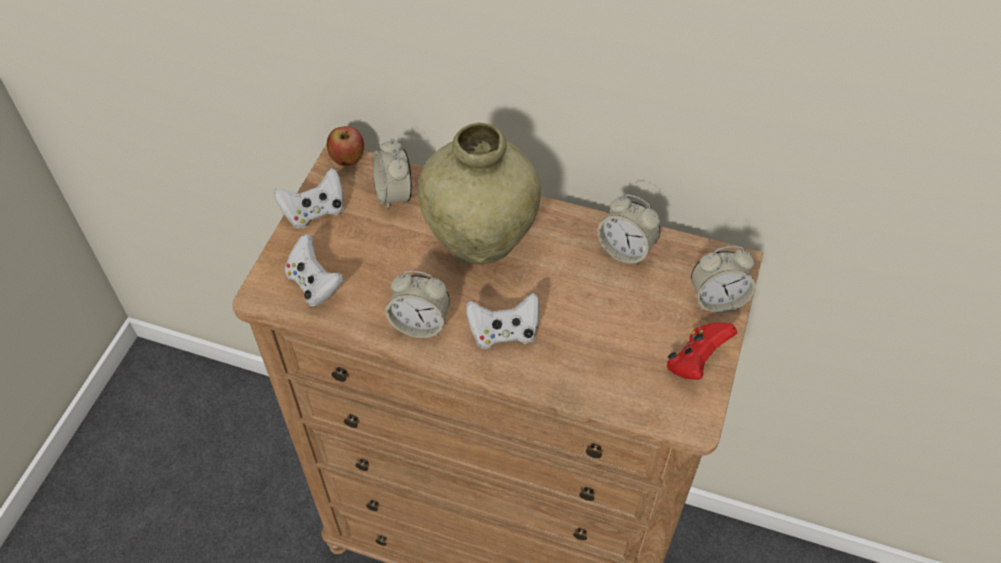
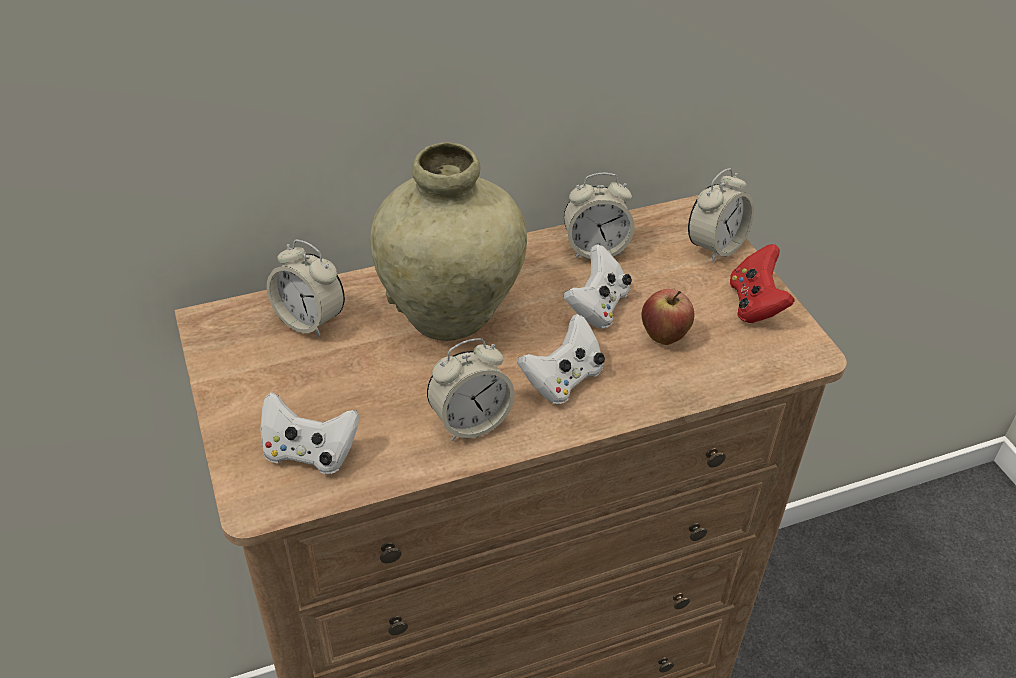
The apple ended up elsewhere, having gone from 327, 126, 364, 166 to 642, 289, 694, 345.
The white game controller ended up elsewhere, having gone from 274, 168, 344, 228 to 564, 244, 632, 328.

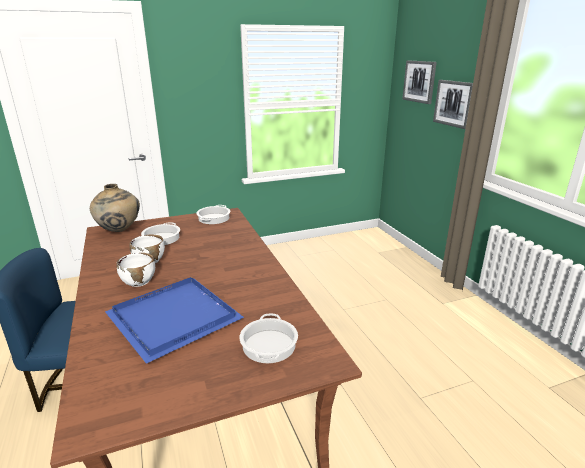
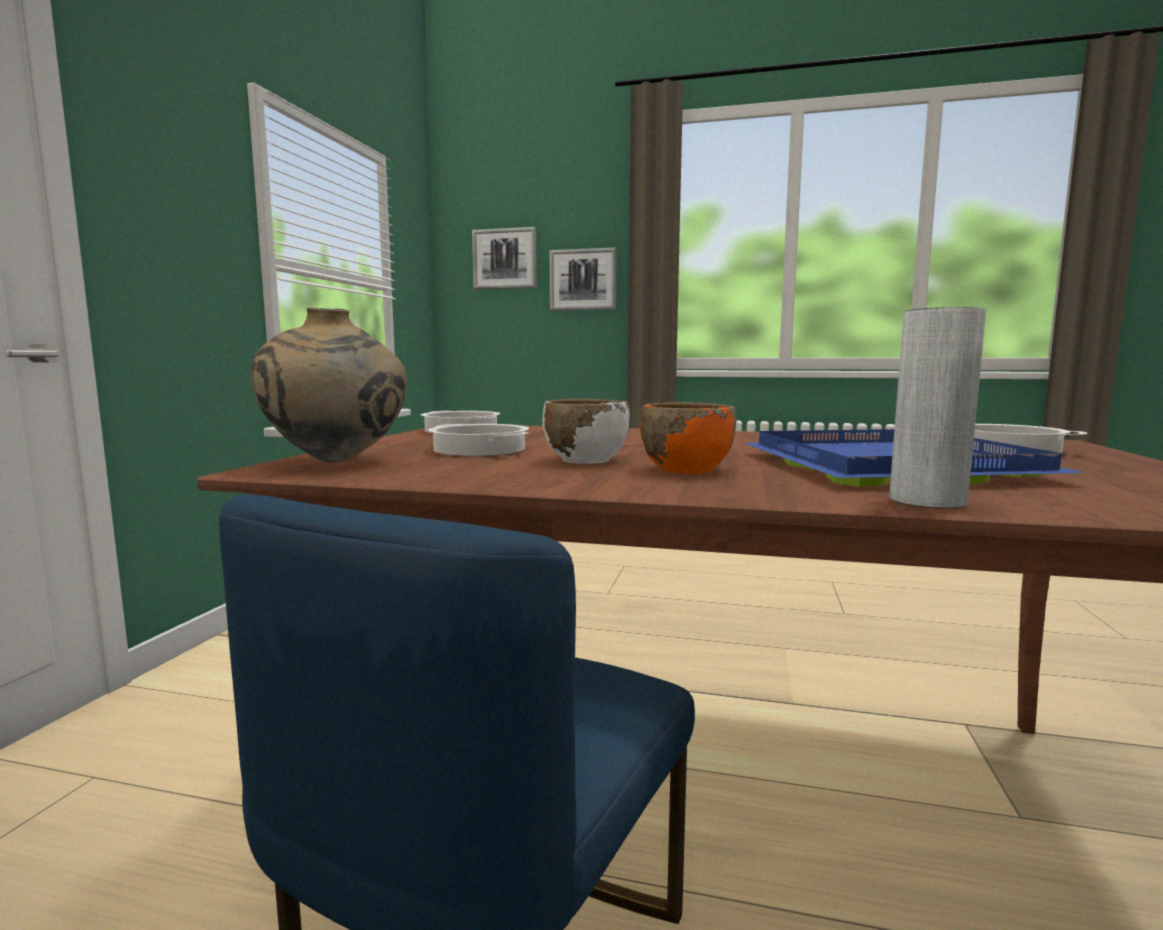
What was the white bowl at 117, 253, 155, 287 turned into the orange bowl at 640, 402, 737, 474.
The second view gained the grey vase at 890, 307, 986, 509.

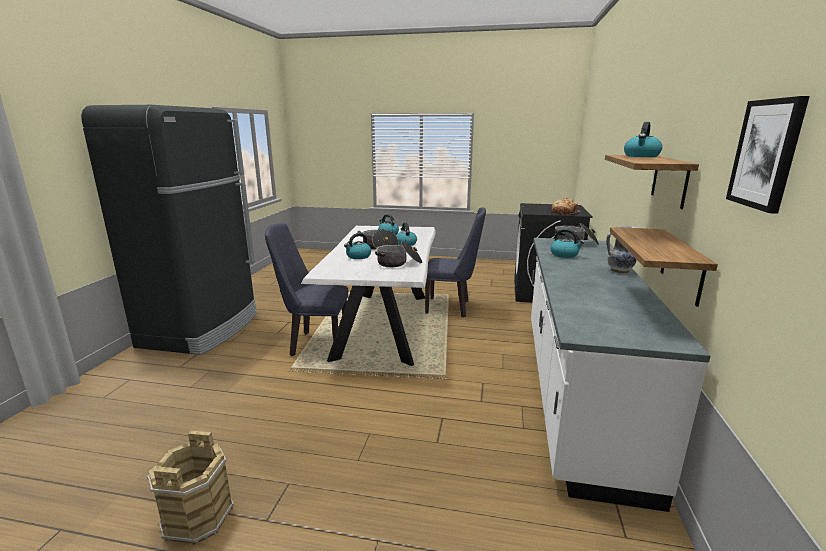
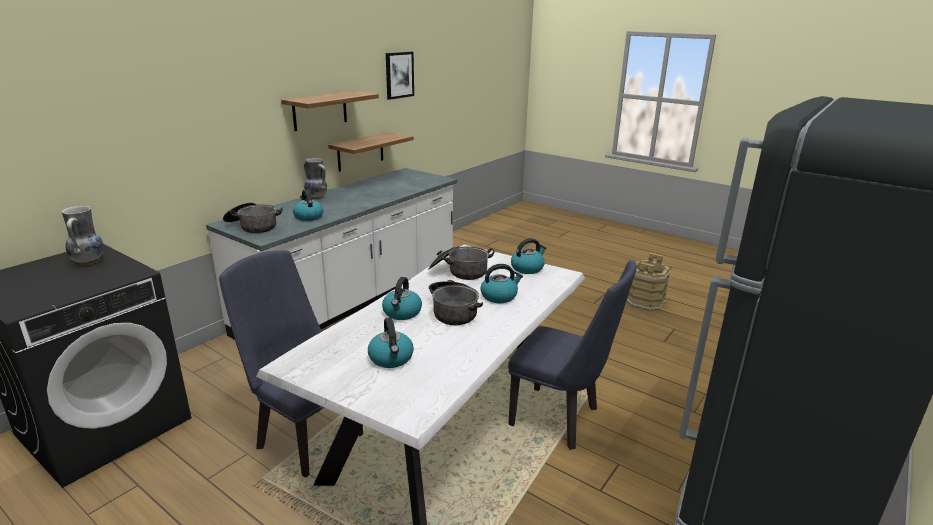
The kettle ended up elsewhere, having gone from 624, 122, 663, 157 to 511, 238, 546, 274.
Where the bread stood at 552, 198, 579, 215, the vase came to stand at 61, 206, 104, 265.

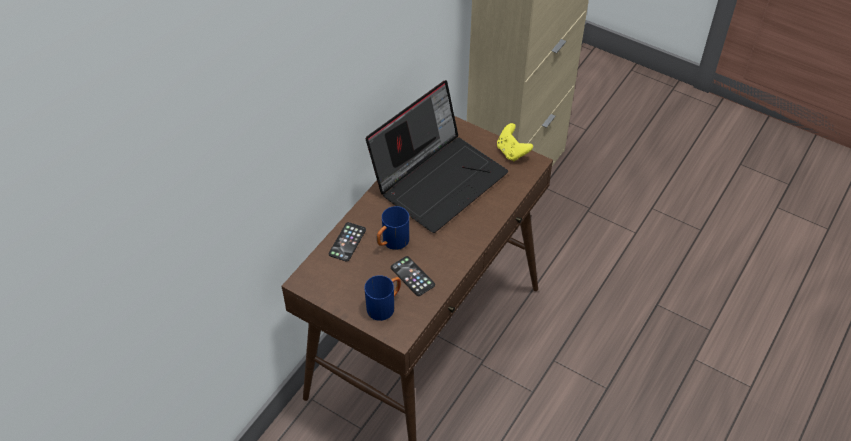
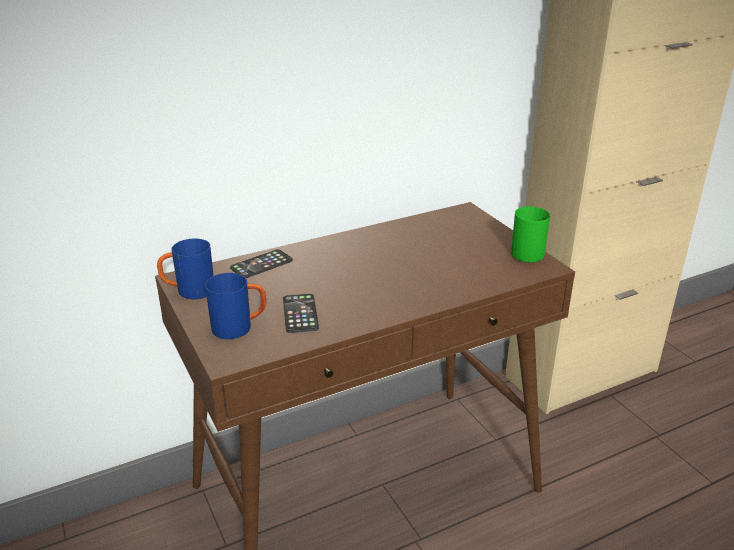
The second view lost the laptop at 366, 80, 508, 233.
Where the yellow game controller stood at 497, 123, 533, 162, the green mug came to stand at 511, 206, 550, 262.
The blue mug ended up elsewhere, having gone from 377, 206, 409, 250 to 157, 238, 214, 300.

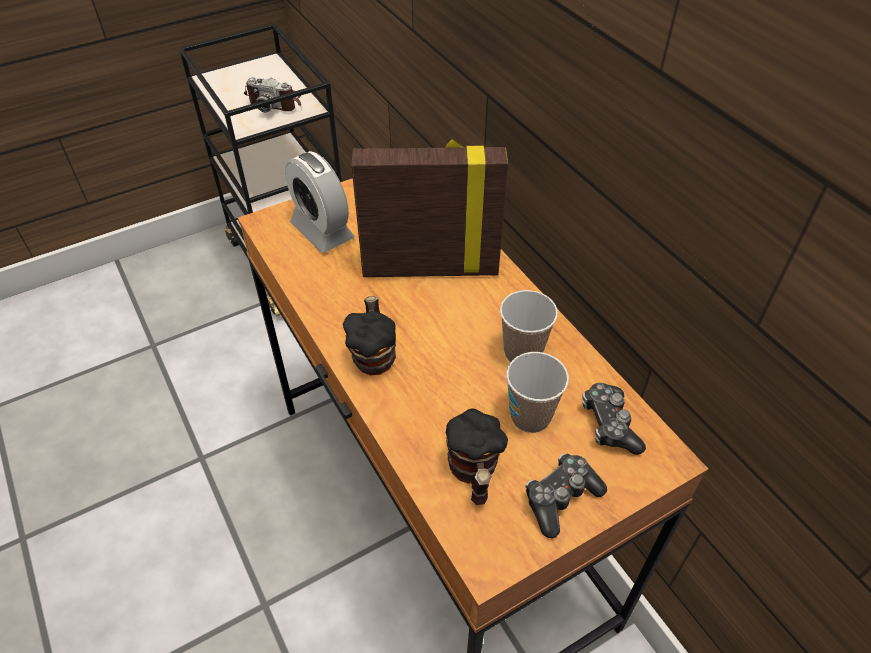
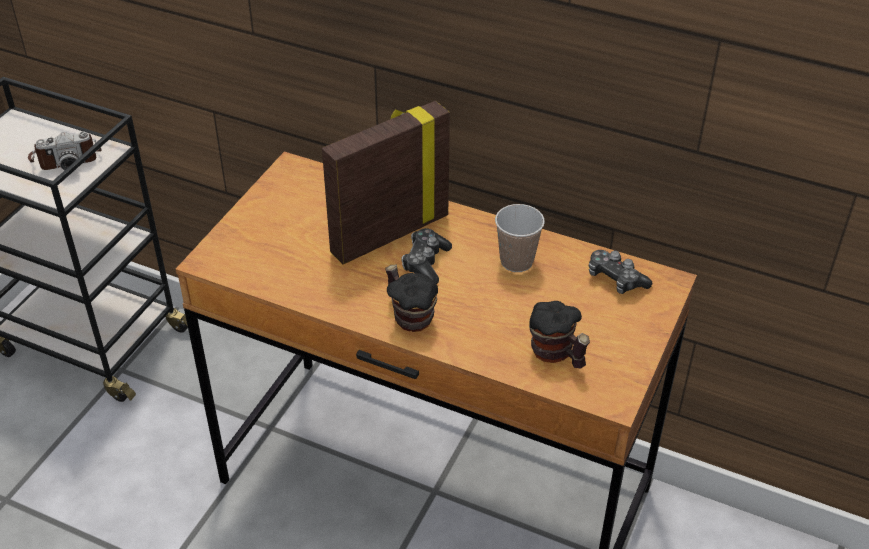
The second view lost the alarm clock at 285, 151, 354, 253.
The second view lost the cup at 506, 352, 569, 433.
The game controller ended up elsewhere, having gone from 526, 453, 607, 538 to 402, 228, 452, 284.

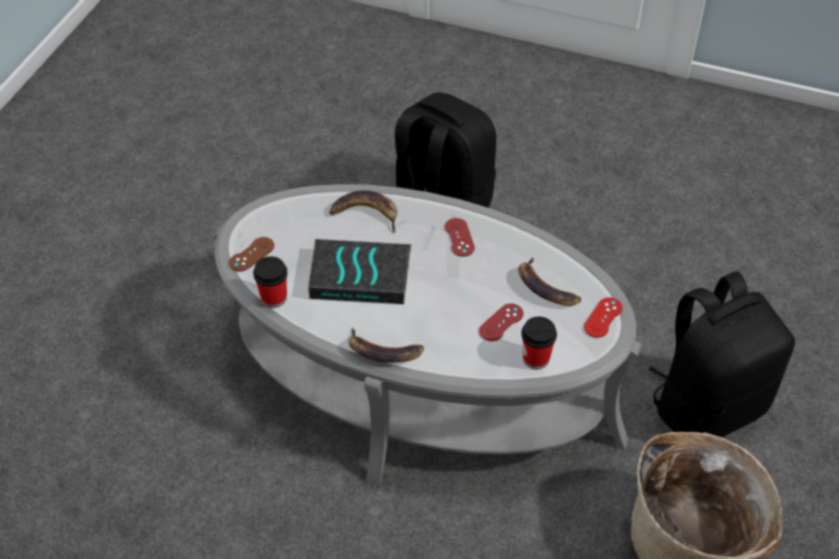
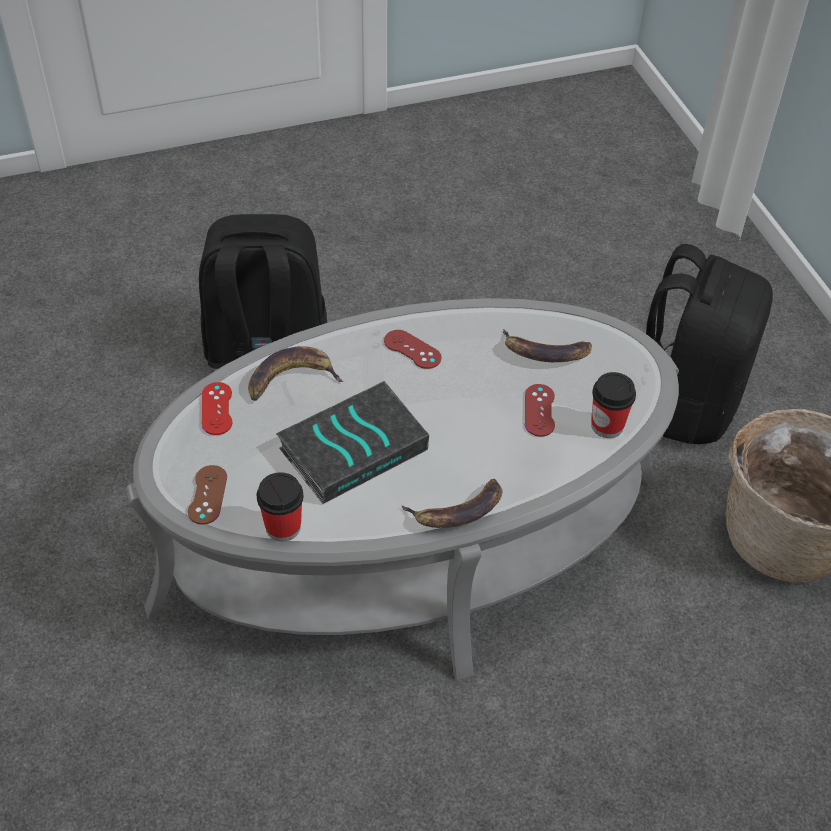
The red game controller ended up elsewhere, having gone from 584, 297, 622, 338 to 202, 382, 232, 435.

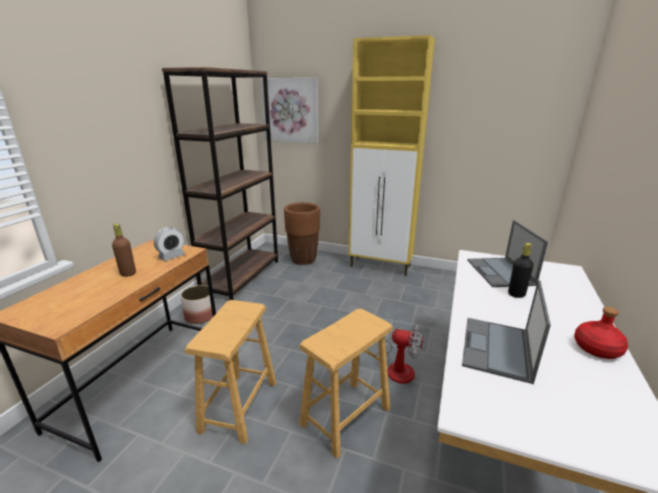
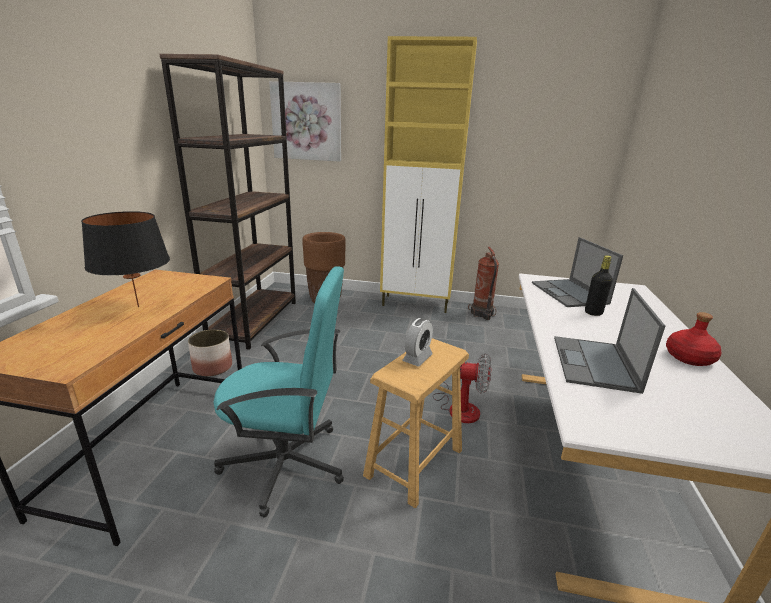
Where the brown bottle stood at 112, 224, 136, 277, the black table lamp came to stand at 81, 211, 170, 307.
The alarm clock ended up elsewhere, having gone from 154, 227, 185, 261 to 402, 318, 433, 366.
Where the brown stool stood at 185, 300, 277, 444, the turquoise office chair came to stand at 213, 266, 344, 518.
The second view gained the fire extinguisher at 468, 246, 499, 320.

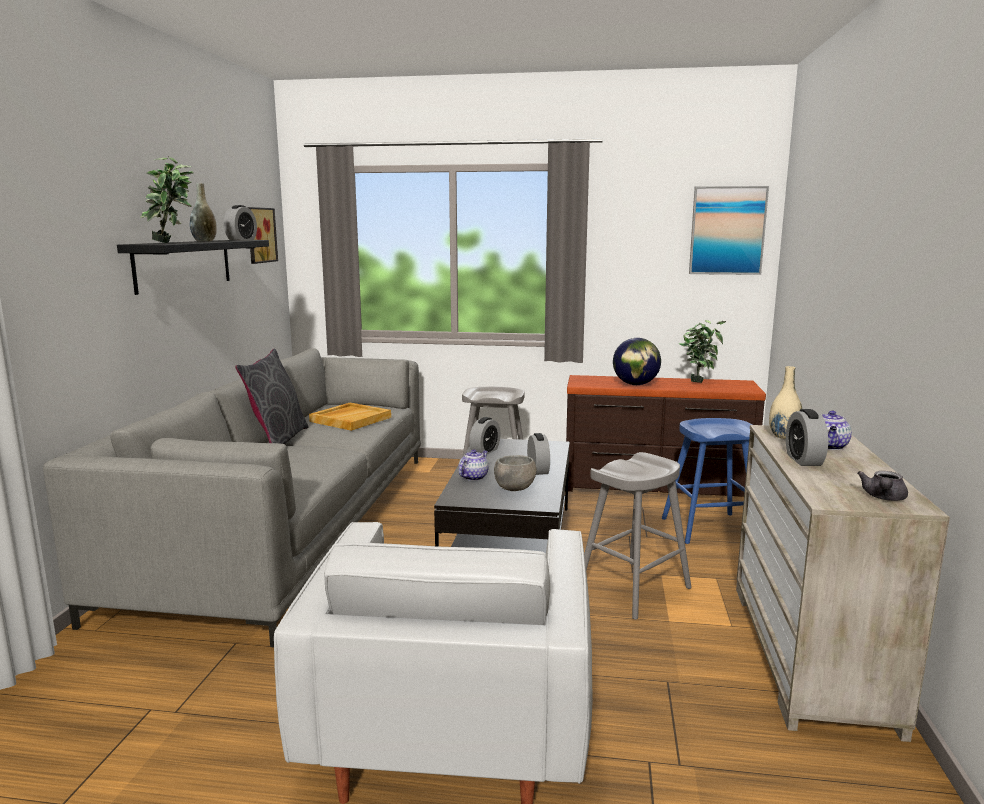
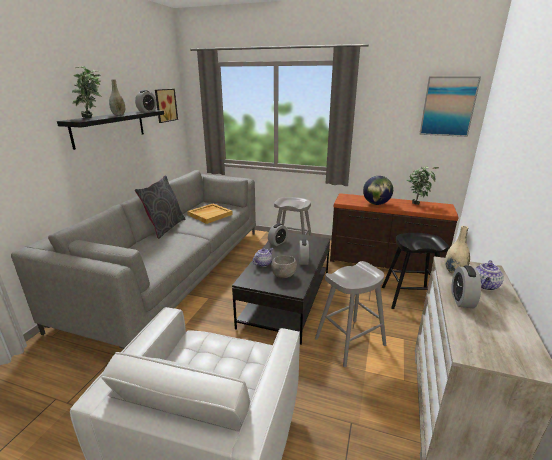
What was the blue stool at 662, 418, 753, 544 turned into the black stool at 382, 233, 449, 309.
The second view lost the grey teapot at 857, 471, 908, 501.

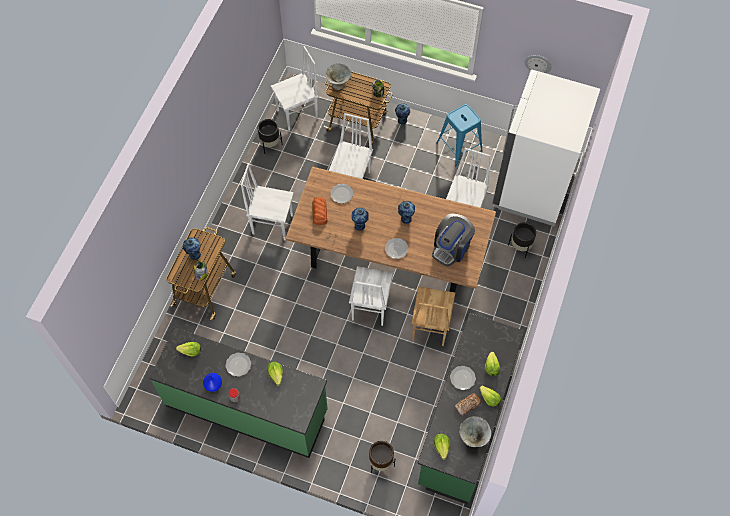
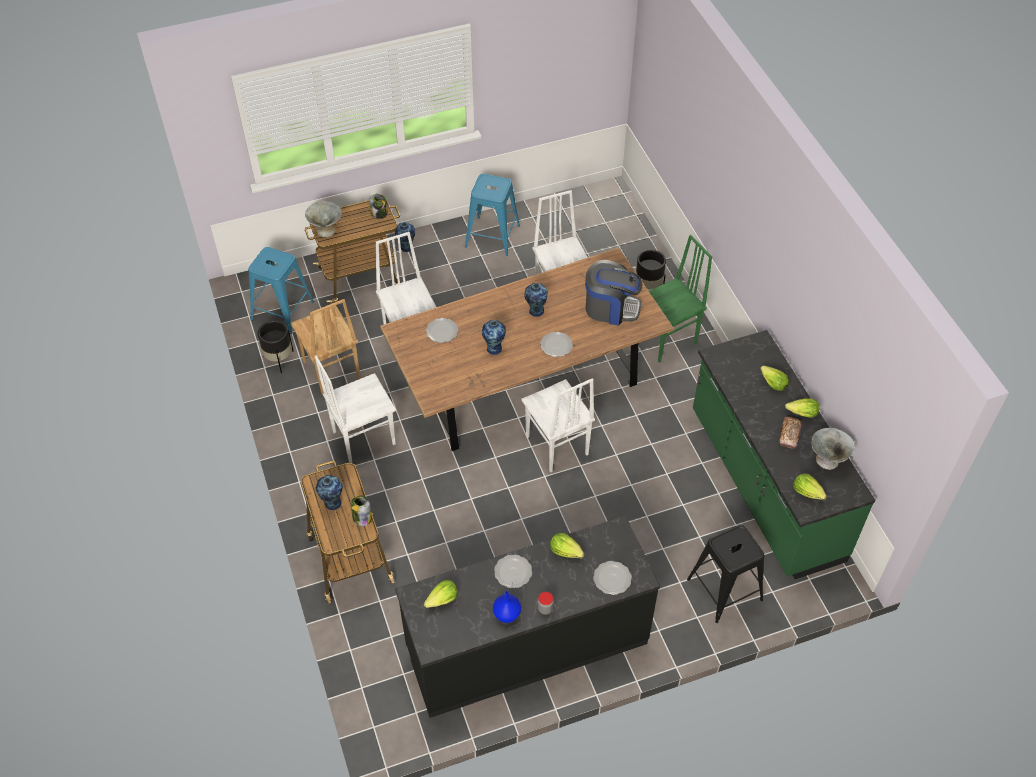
Where the white chair stood at 271, 46, 318, 131, the blue stool came to stand at 248, 247, 314, 334.
The second view lost the wall clock at 525, 55, 552, 73.
The second view lost the white fridge at 493, 69, 600, 226.
The second view lost the bread at 312, 197, 327, 225.
The coffee machine at 432, 214, 475, 267 ended up facing another way, 75 degrees counterclockwise from before.
The brown chair ended up elsewhere, having gone from 411, 286, 455, 346 to 291, 299, 360, 394.
What was the green counter at 149, 327, 328, 458 turned into the black counter at 395, 516, 660, 718.
The plate ended up elsewhere, having gone from 450, 366, 476, 390 to 593, 561, 632, 595.
Where the brown planter stood at 369, 441, 395, 473, the black stool came to stand at 687, 525, 765, 623.
The second view gained the green chair at 649, 235, 712, 363.

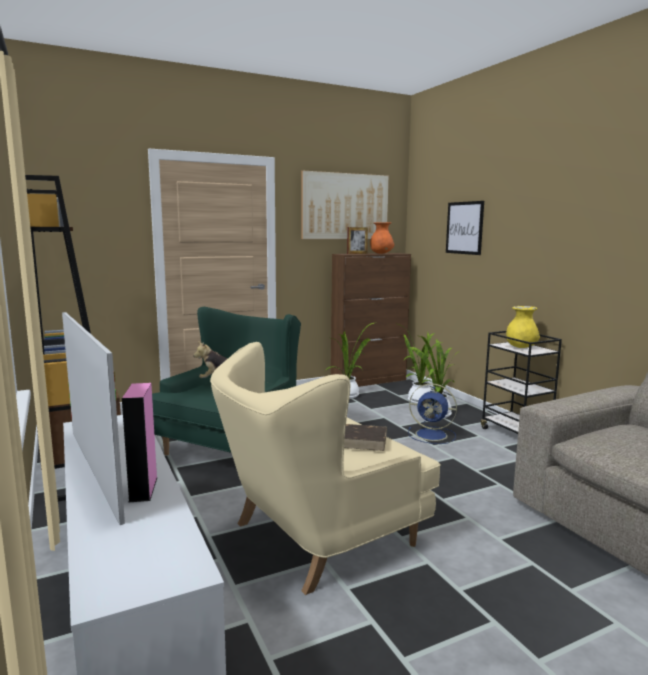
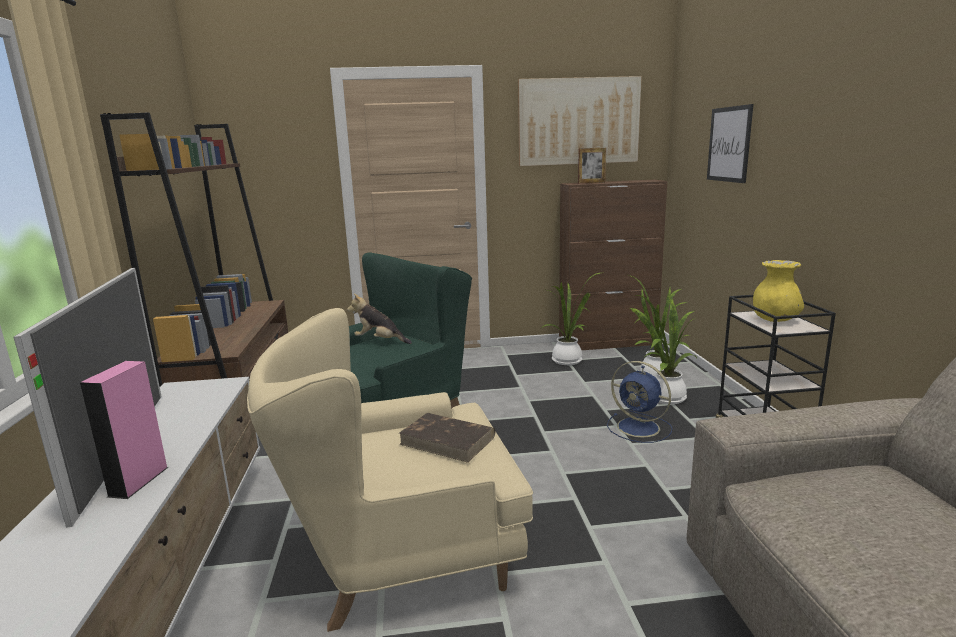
The second view lost the orange vase at 370, 222, 394, 254.

